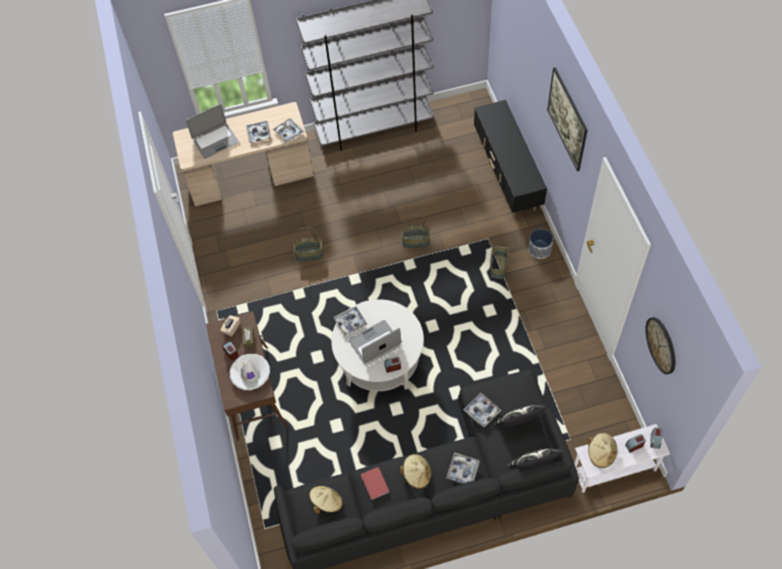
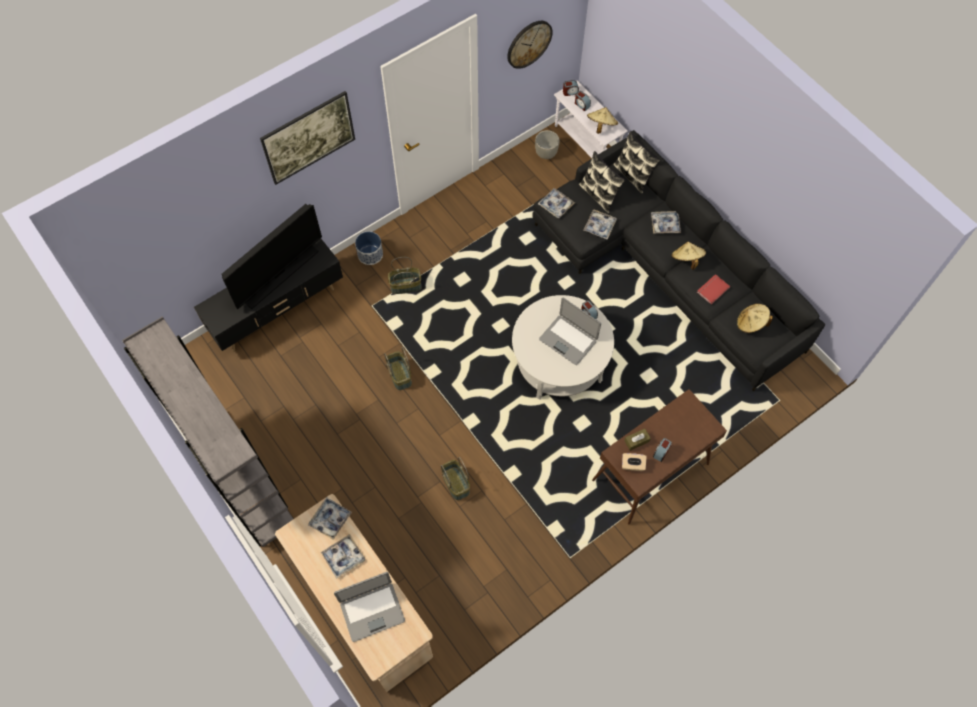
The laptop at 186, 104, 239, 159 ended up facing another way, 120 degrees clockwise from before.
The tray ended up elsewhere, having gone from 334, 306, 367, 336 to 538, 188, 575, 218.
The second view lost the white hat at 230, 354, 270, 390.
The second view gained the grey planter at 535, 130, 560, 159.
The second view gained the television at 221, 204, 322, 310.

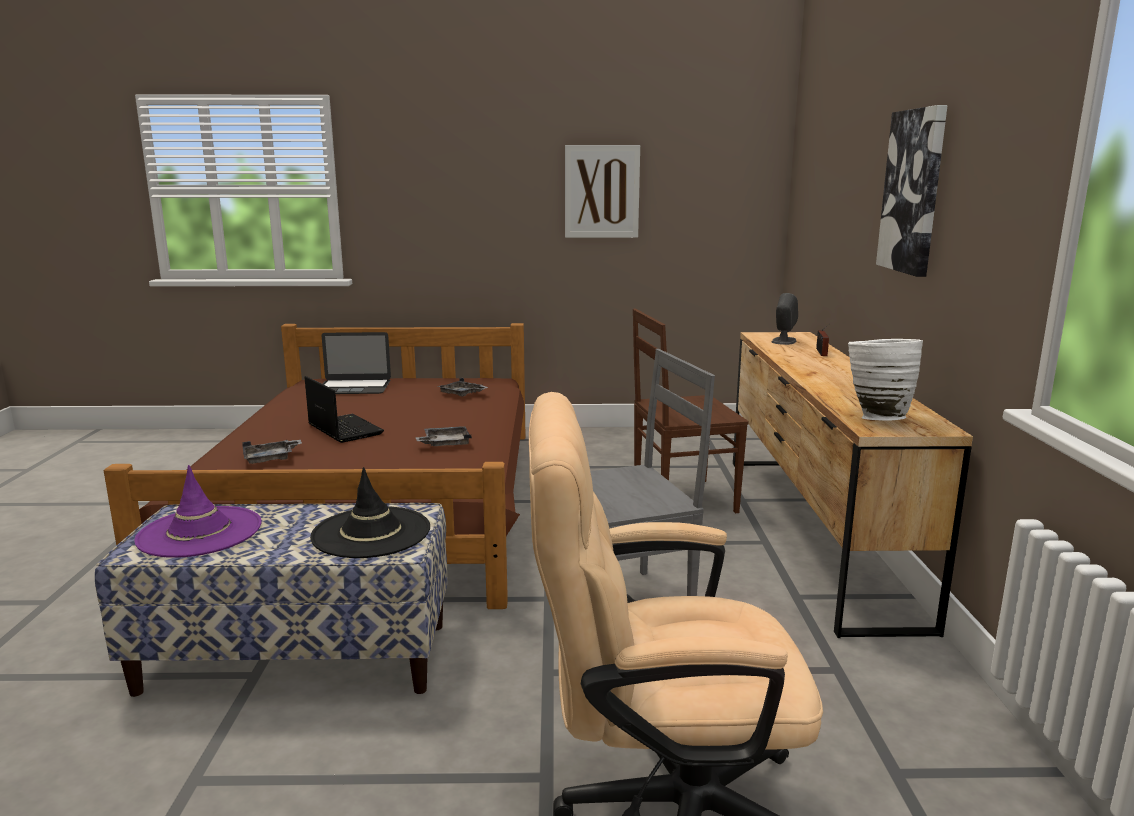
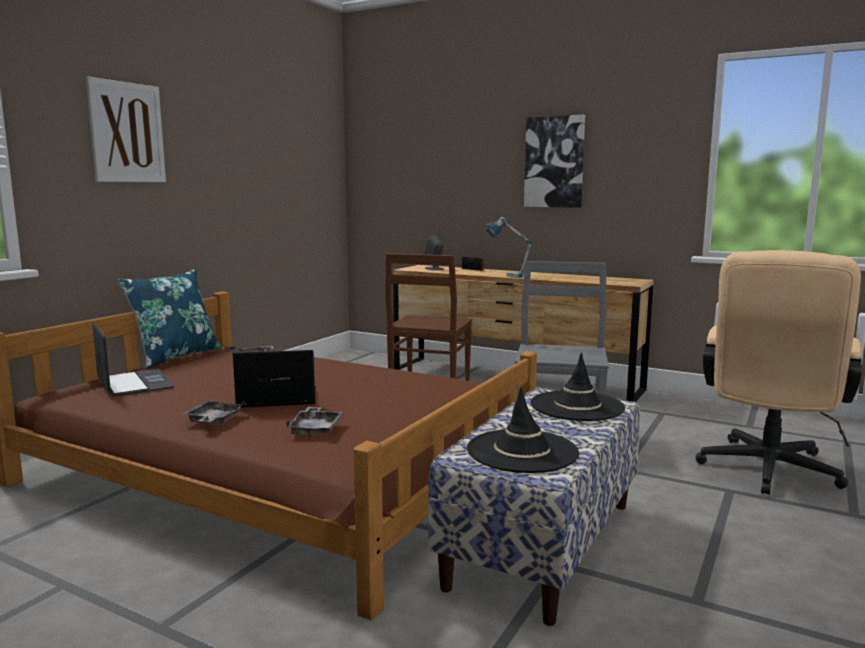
The picture ended up elsewhere, having gone from 565, 145, 640, 238 to 86, 76, 166, 182.
The laptop at 322, 332, 391, 394 ended up facing another way, 60 degrees counterclockwise from before.
The second view lost the white vase at 848, 339, 923, 420.
The grey tray ended up elsewhere, having gone from 416, 426, 472, 446 to 182, 401, 245, 424.
What was the purple hat at 135, 465, 261, 558 turned into the black hat at 467, 387, 579, 473.
The second view gained the table lamp at 485, 217, 532, 278.
The second view gained the blue pillow at 118, 269, 222, 369.

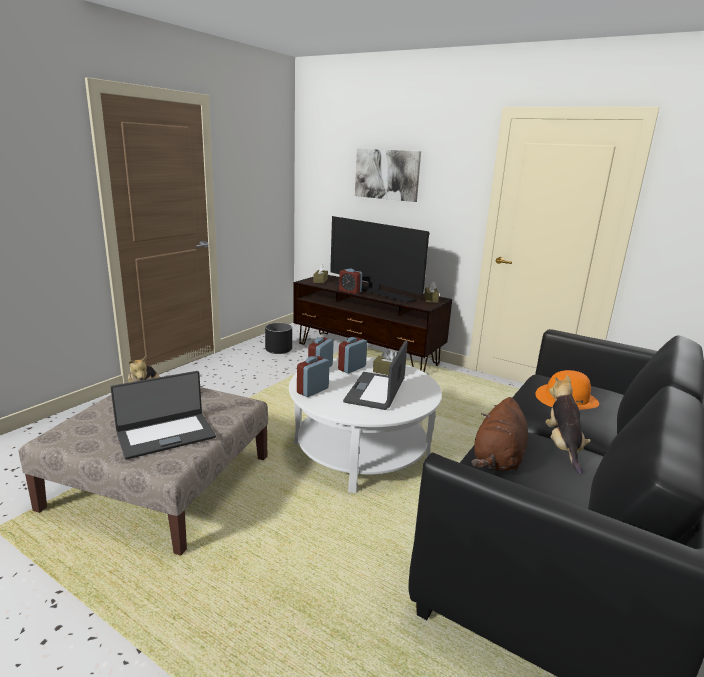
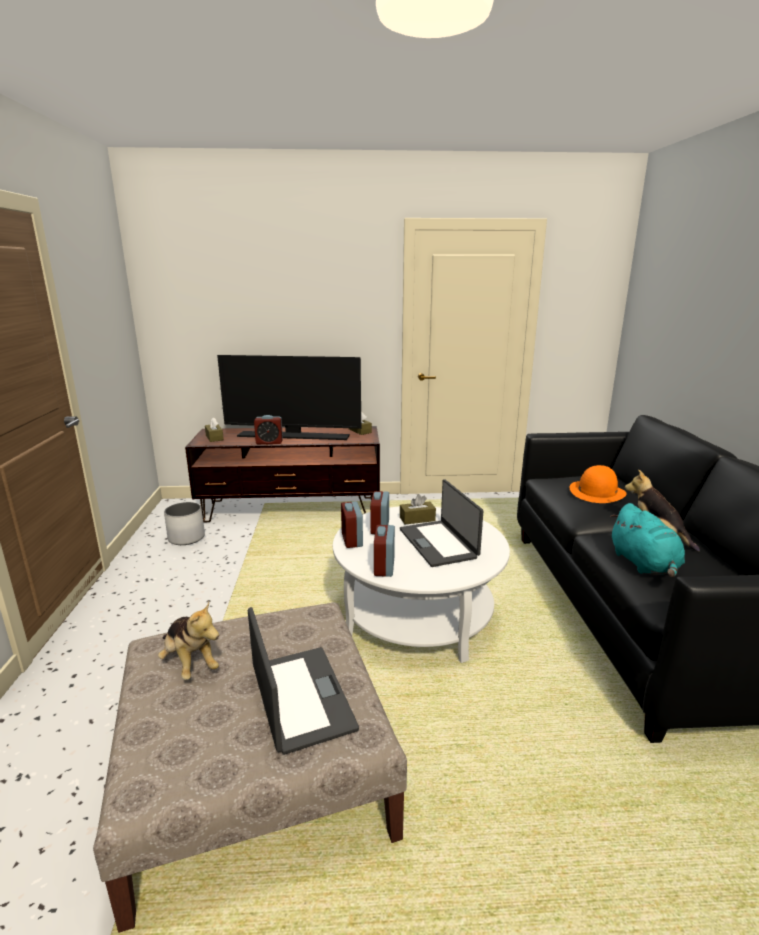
The second view lost the picture at 355, 149, 421, 202.
What was the black planter at 265, 323, 292, 354 turned into the white planter at 164, 502, 205, 545.
The laptop at 111, 371, 216, 460 ended up facing another way, 45 degrees counterclockwise from before.
What was the brown plush toy at 472, 397, 528, 472 turned into the turquoise plush toy at 610, 503, 685, 577.

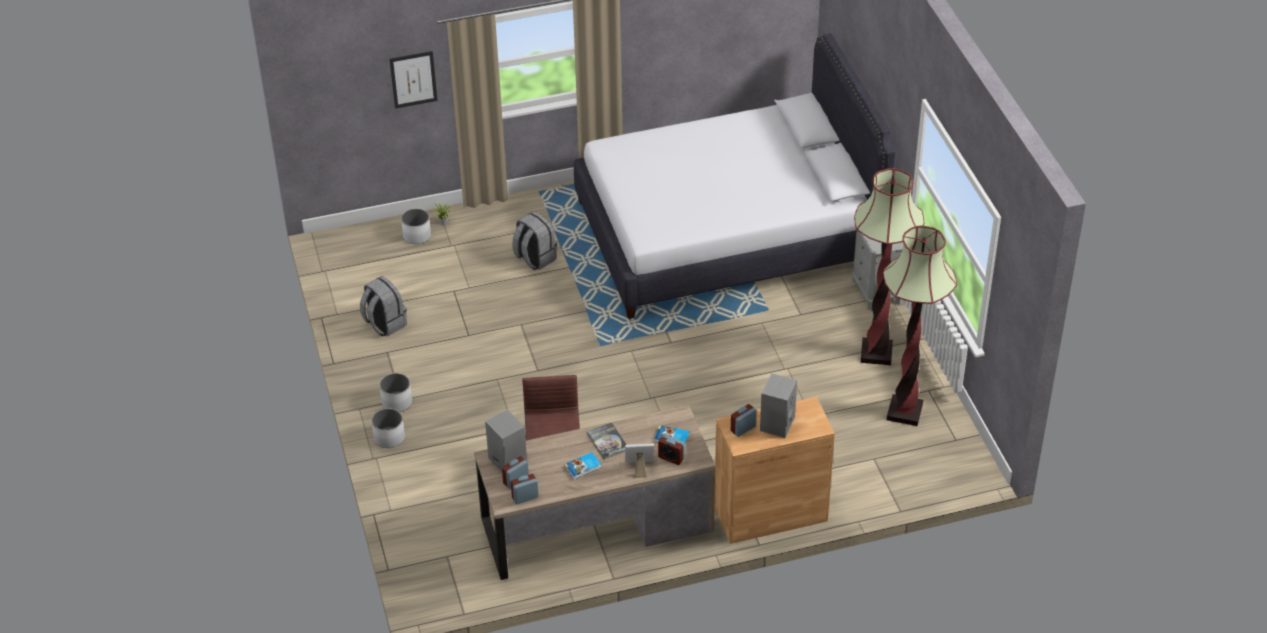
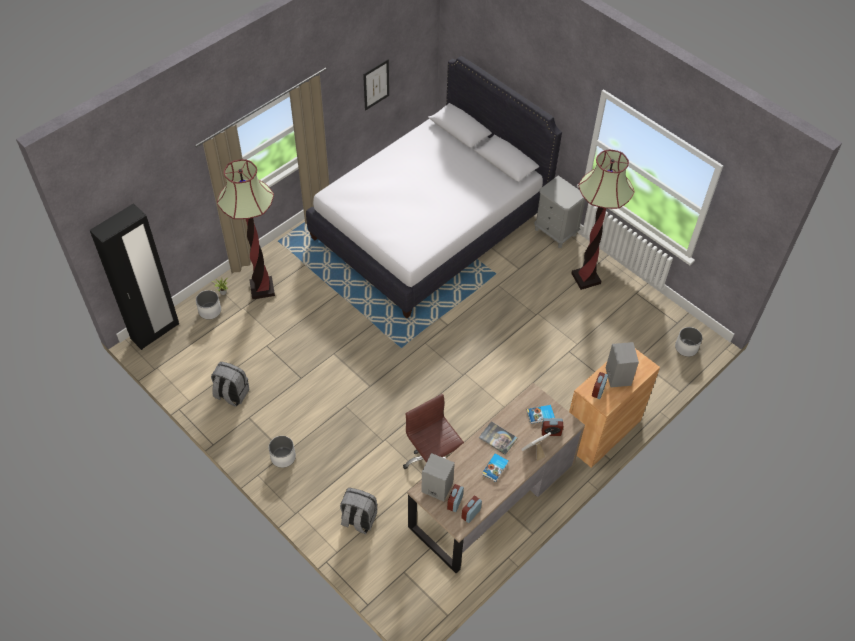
The picture ended up elsewhere, having gone from 389, 51, 438, 109 to 363, 59, 389, 111.
The grey backpack ended up elsewhere, having gone from 512, 212, 557, 270 to 340, 488, 377, 534.
The floor lamp ended up elsewhere, having gone from 882, 226, 957, 426 to 217, 159, 275, 300.
The white planter ended up elsewhere, having gone from 372, 408, 405, 448 to 675, 327, 702, 357.
The second view gained the black wardrobe at 90, 203, 179, 350.

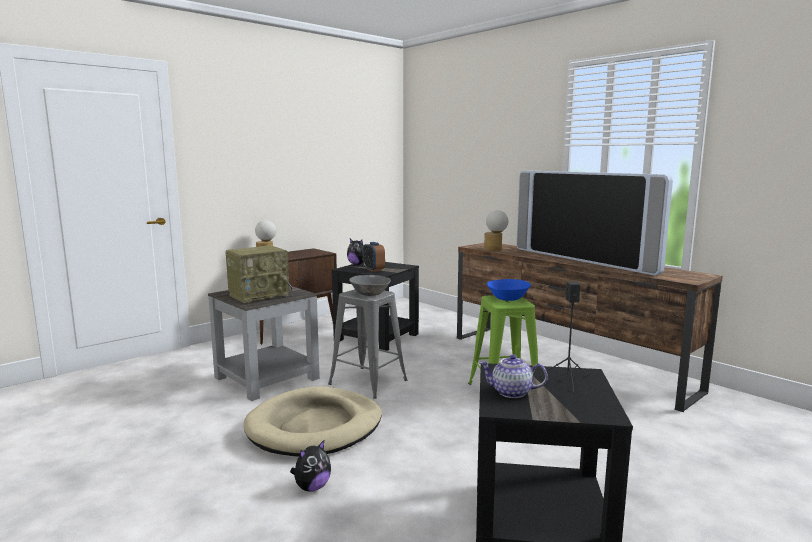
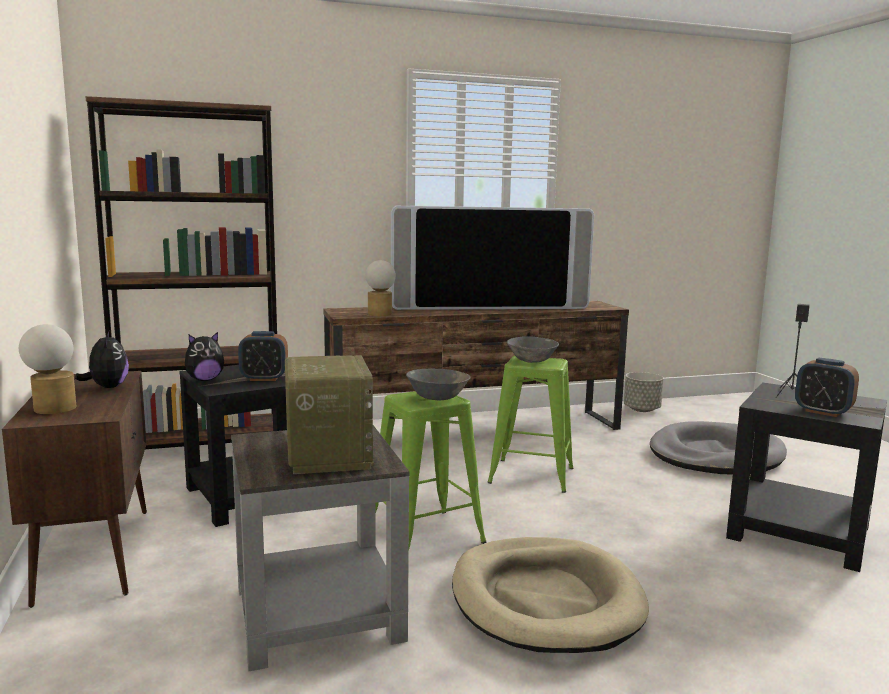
What was the blue bowl at 487, 279, 531, 301 turned into the grey bowl at 507, 336, 559, 363.
What was the grey stool at 328, 289, 407, 399 turned into the green stool at 375, 391, 486, 548.
Where the teapot stood at 479, 354, 548, 398, the alarm clock came to stand at 795, 358, 859, 417.
The plush toy ended up elsewhere, having gone from 290, 440, 331, 492 to 75, 331, 129, 388.
The second view gained the brown bookcase at 85, 96, 277, 449.
The second view gained the grey planter at 624, 372, 664, 412.
The second view gained the grey dog bed at 650, 421, 787, 475.

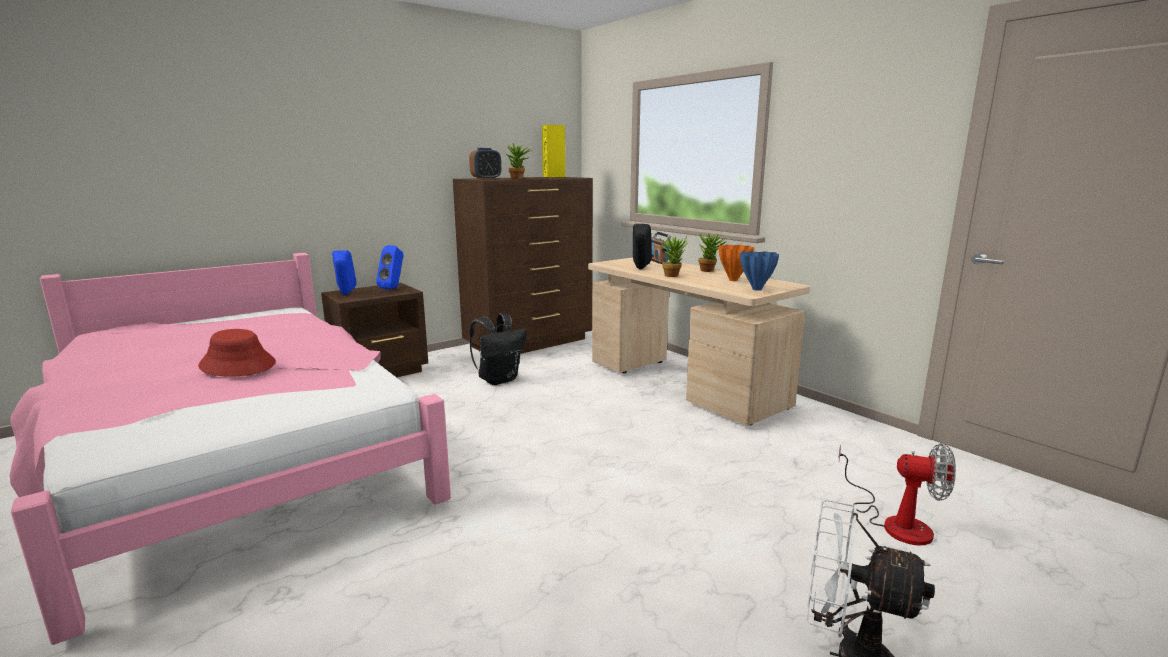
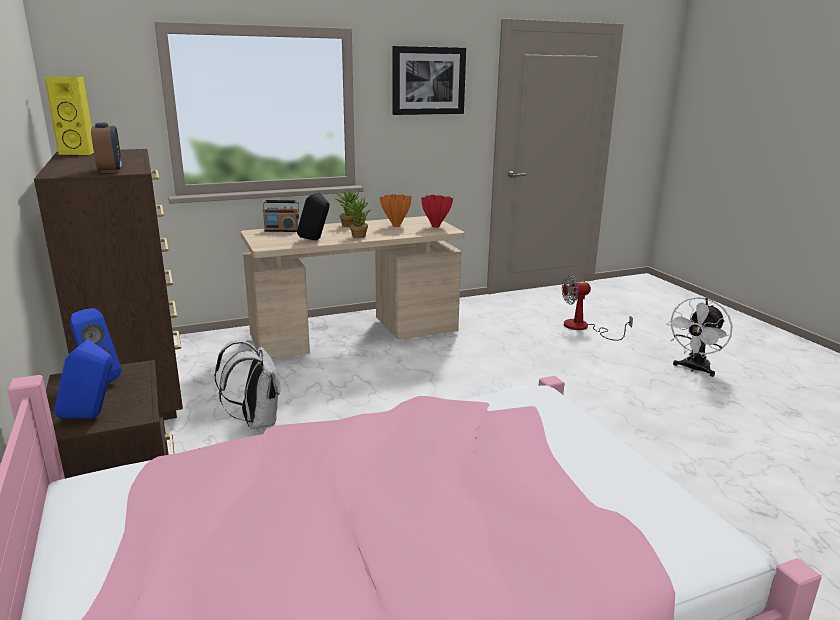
The second view lost the potted plant at 506, 143, 531, 179.
What was the blue vase at 740, 251, 779, 291 turned into the red vase at 421, 195, 453, 228.
What was the black backpack at 469, 313, 526, 385 turned into the white backpack at 214, 341, 281, 429.
The second view lost the red hat at 198, 329, 276, 377.
The fan at 839, 443, 956, 546 ended up facing another way, 135 degrees counterclockwise from before.
The second view gained the picture at 392, 46, 466, 115.

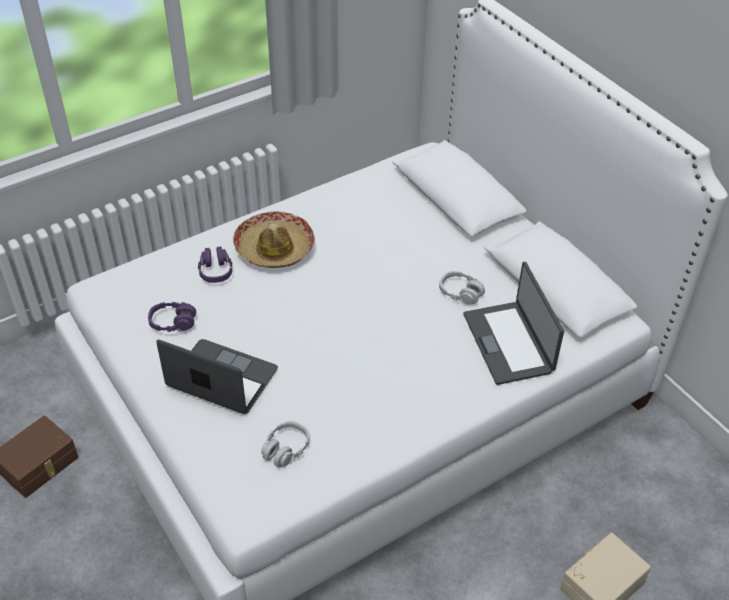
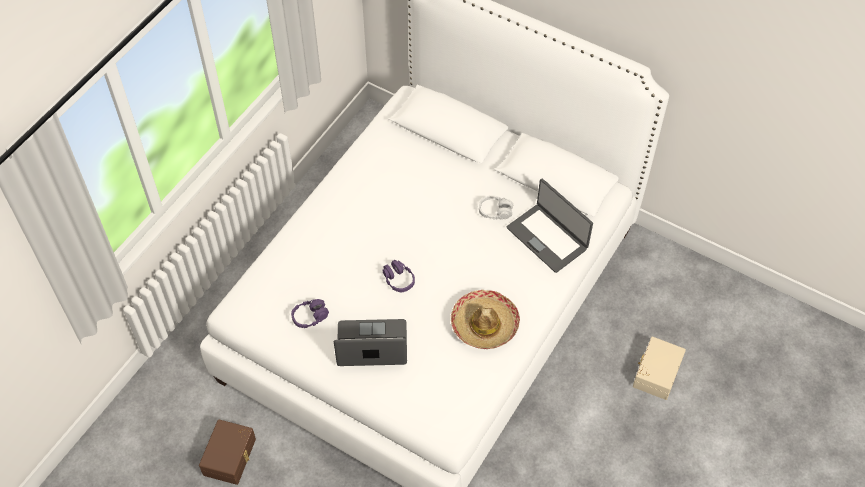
The hat ended up elsewhere, having gone from 233, 211, 315, 268 to 451, 290, 520, 349.
The purple headphones ended up elsewhere, having gone from 198, 246, 233, 283 to 382, 260, 415, 292.
The second view lost the grey headphones at 261, 421, 309, 467.

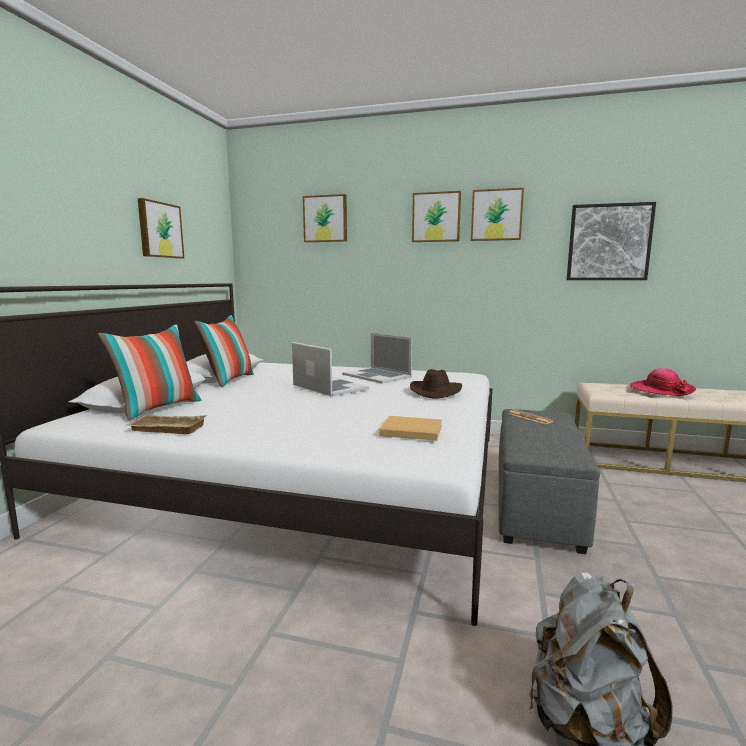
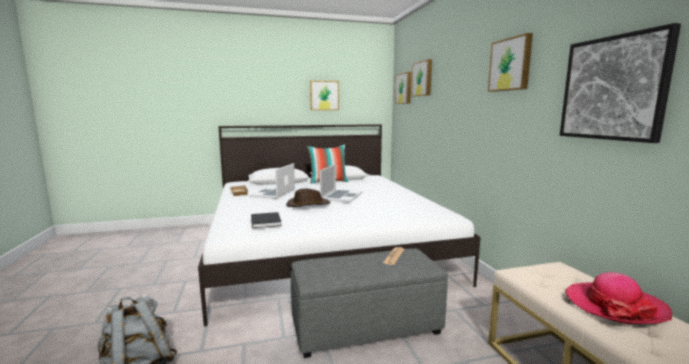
The picture ended up elsewhere, having gone from 412, 191, 461, 242 to 395, 72, 411, 104.
The second view lost the pillow at 98, 324, 201, 421.
The laptop ended up elsewhere, having gone from 342, 333, 412, 384 to 249, 163, 295, 199.
The brown hat ended up elsewhere, having gone from 410, 369, 462, 399 to 286, 189, 331, 207.
What was the beige book at 379, 416, 442, 441 turned into the black book at 251, 212, 282, 228.

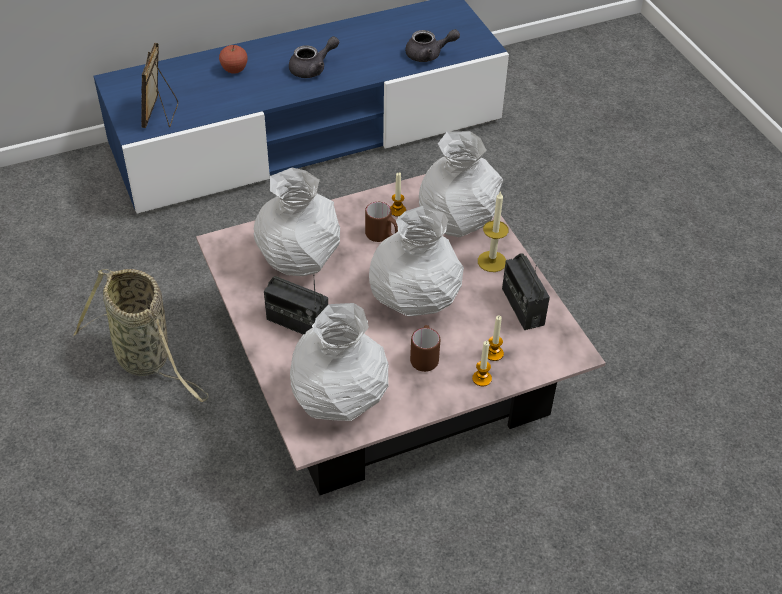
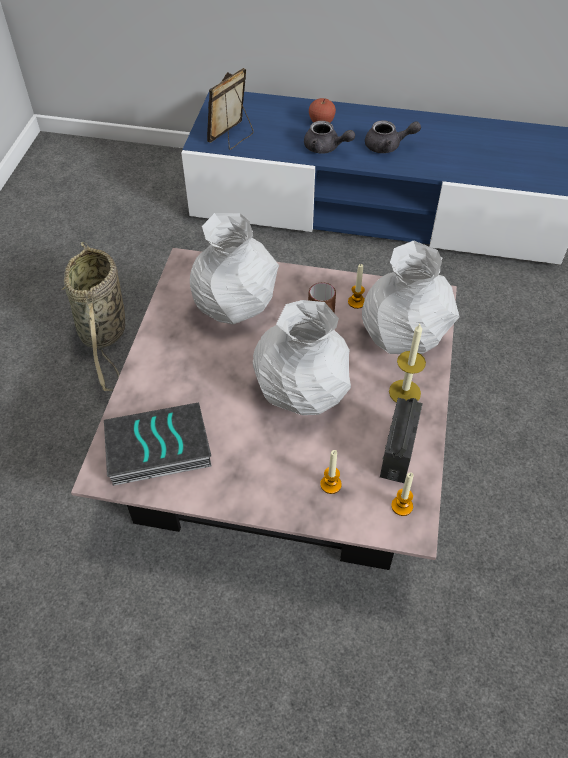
The grey teapot ended up elsewhere, having gone from 405, 29, 460, 62 to 304, 121, 355, 153.
The second view lost the radio at 264, 274, 328, 335.
Where the white vase stood at 290, 303, 389, 421, the book came to stand at 104, 402, 212, 486.
The second view lost the brown mug at 410, 325, 440, 372.
The candle ended up elsewhere, having gone from 472, 341, 492, 386 to 391, 472, 414, 516.

